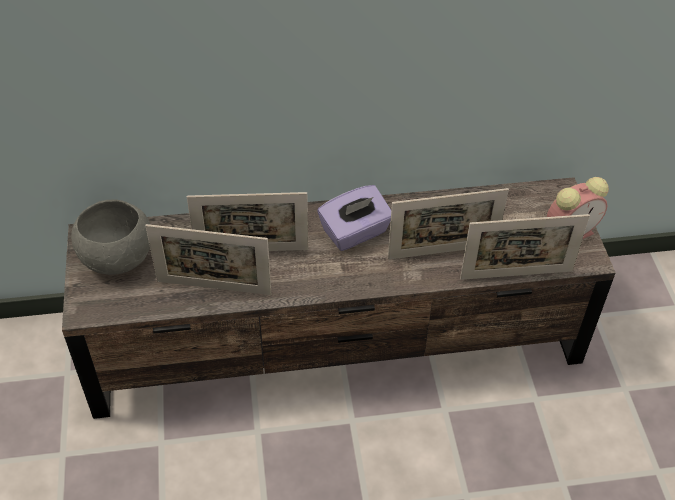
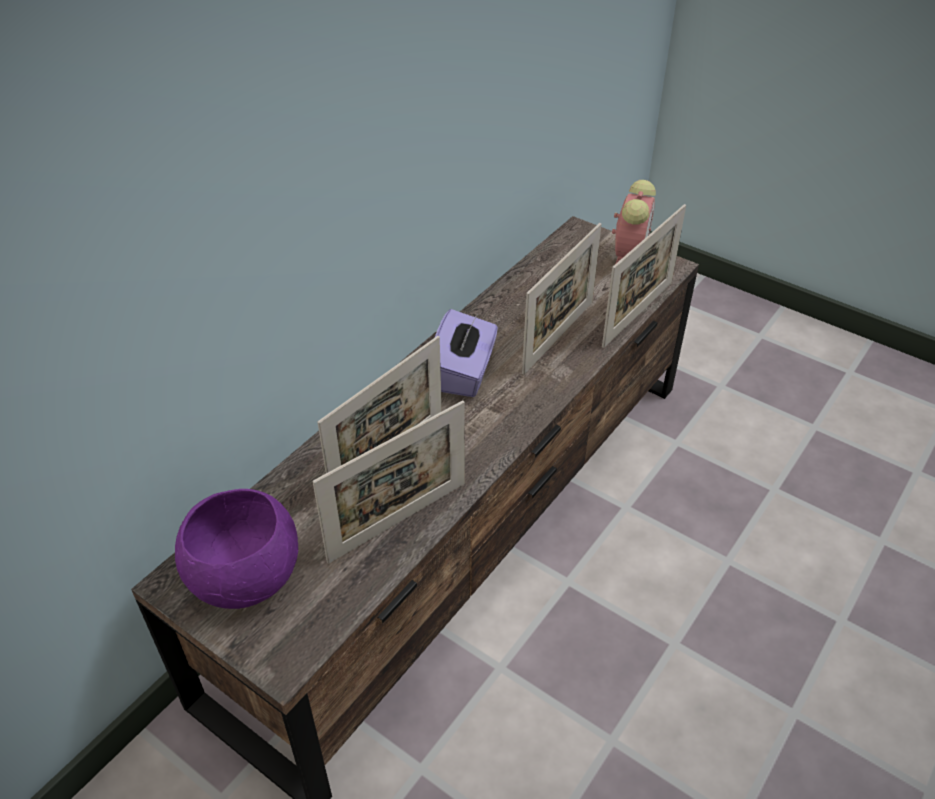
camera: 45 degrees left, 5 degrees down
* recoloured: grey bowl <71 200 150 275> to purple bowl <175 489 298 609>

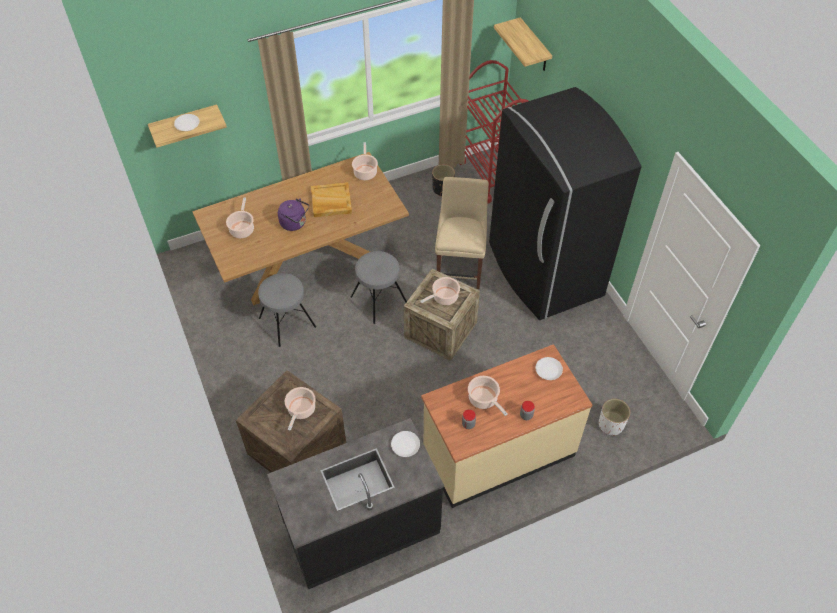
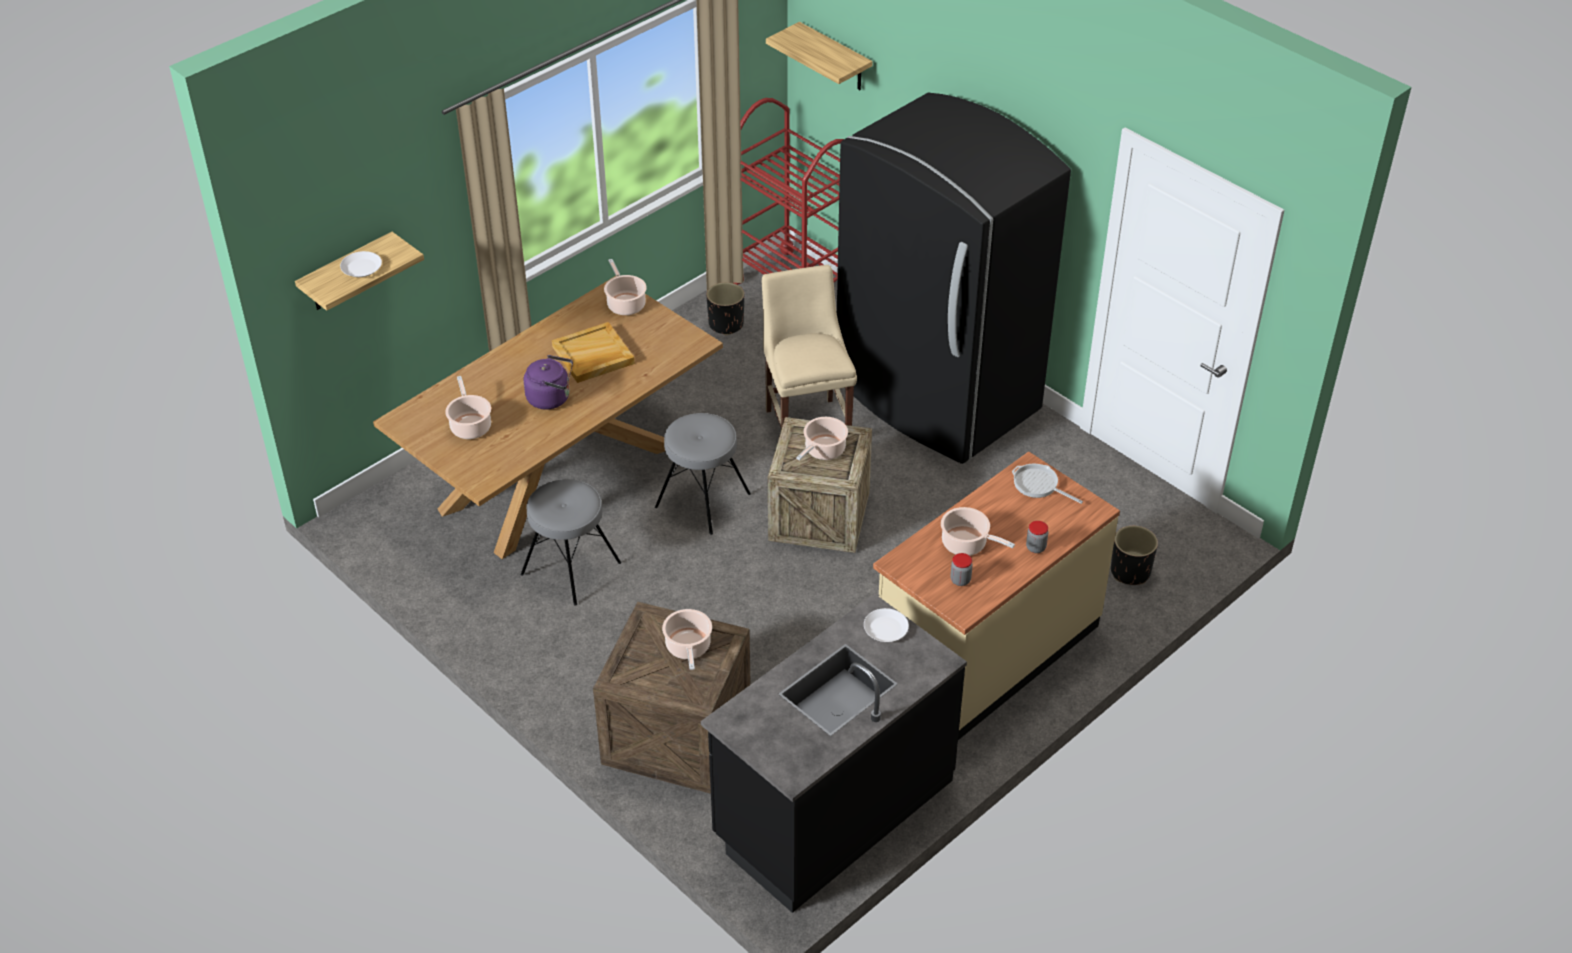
camera: 20 degrees left, 10 degrees down
* replaced: white plate <535 357 563 380> to frying pan <1012 464 1083 504>
* recoloured: white planter <599 399 630 436> to black planter <1111 526 1158 585>

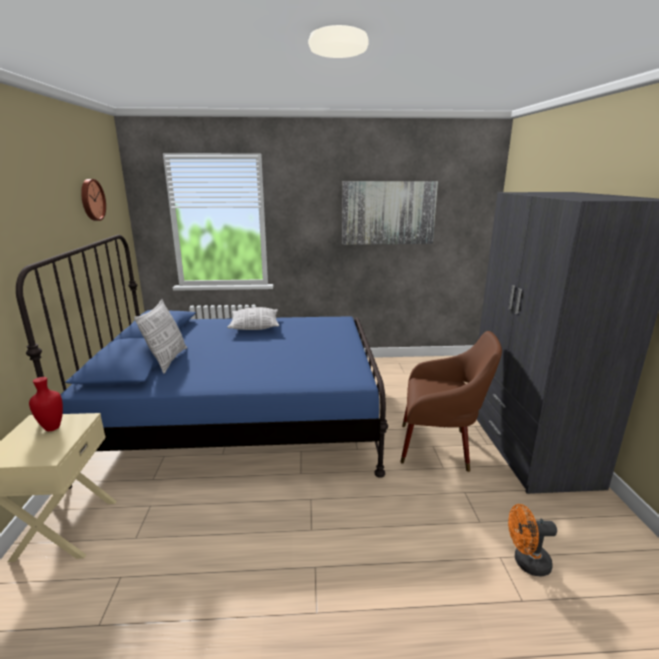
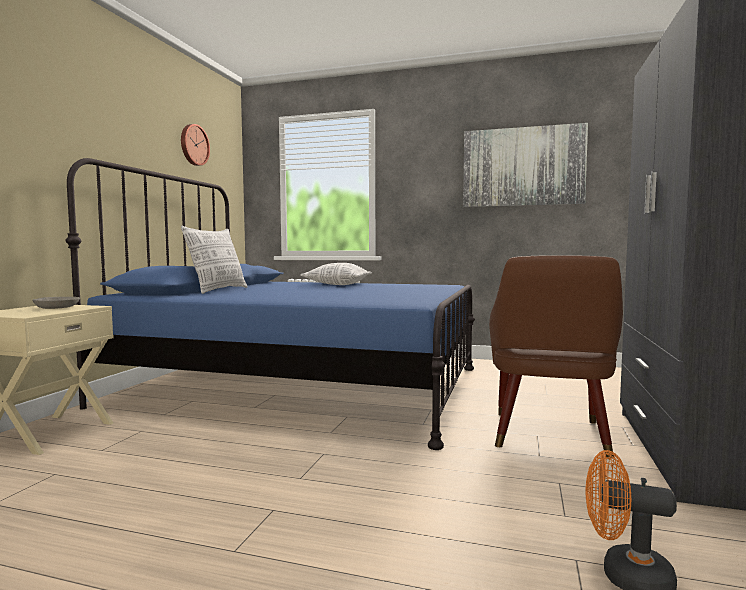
camera: 20 degrees right, 15 degrees down
* replaced: red vase <29 377 63 431> to grey bowl <33 297 80 309>
* turned: brown armchair <400 331 502 472> = <489 255 623 458> 75 degrees clockwise

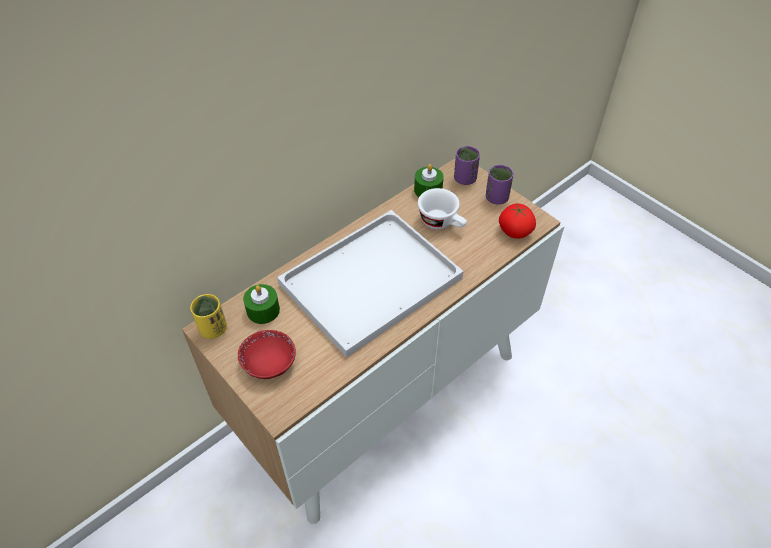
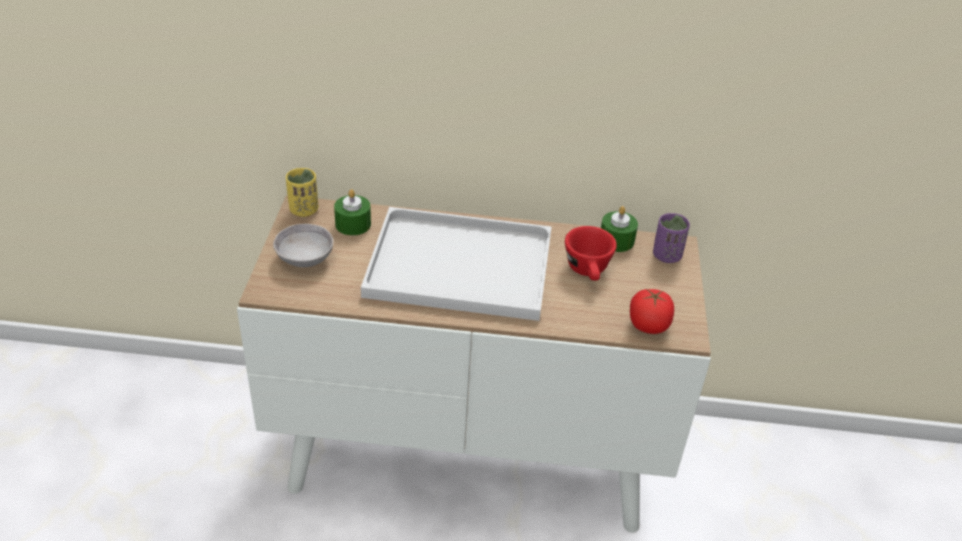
camera: 45 degrees right, 10 degrees down
* recoloured: red bowl <238 330 296 379> to grey bowl <273 224 334 267>
* recoloured: white cup <418 188 467 230> to red cup <565 226 617 281>
* removed: purple cup <486 165 514 205>

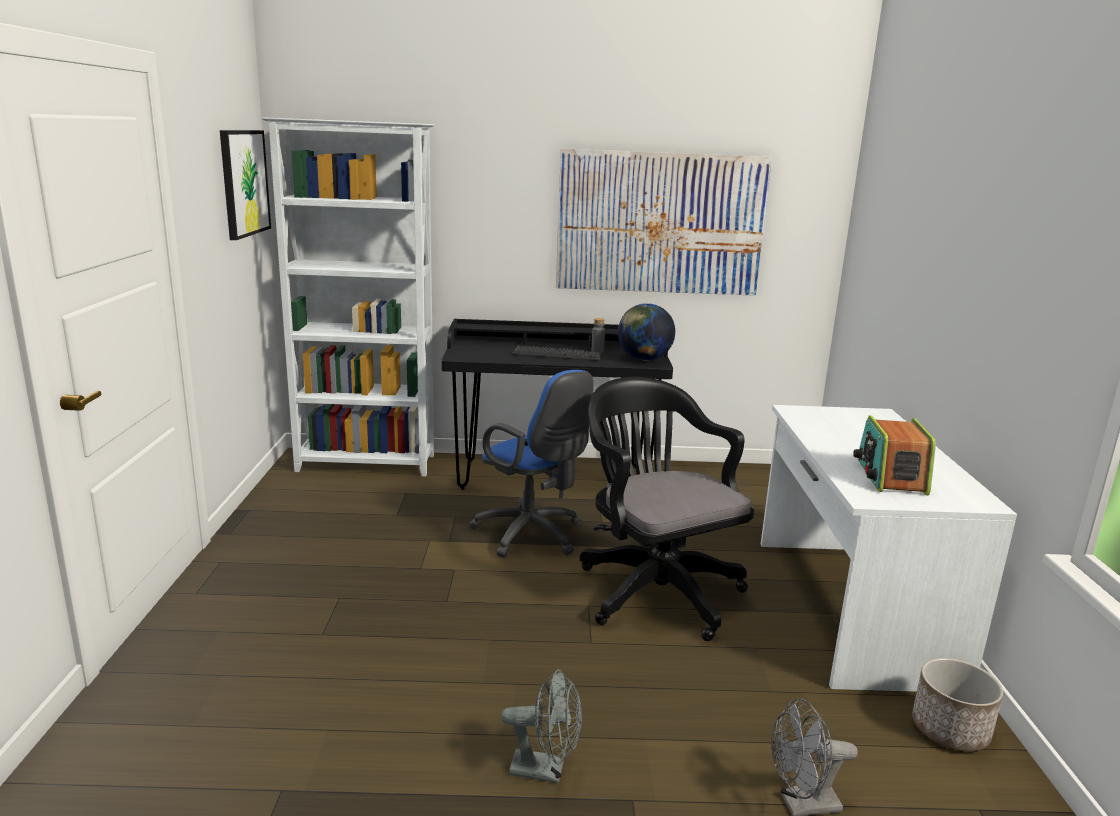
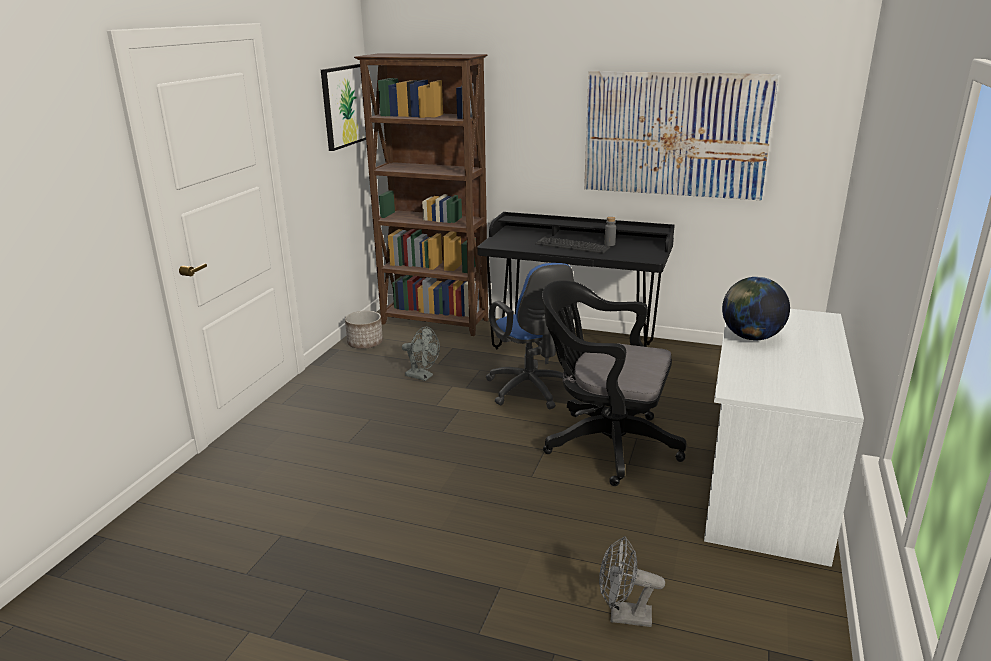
camera: 20 degrees right, 5 degrees up
* moved: planter <912 658 1003 751> to <345 311 383 349>
* recoloured: white bookcase <261 117 435 477> to brown bookcase <354 53 488 336>
* moved: grey fan <501 669 582 783> to <402 327 440 381>
* turned: black office chair <580 377 754 641> = <542 280 687 486> 60 degrees counterclockwise
* moved: globe <618 303 675 360> to <722 277 790 340>
* removed: radio <853 415 936 495>

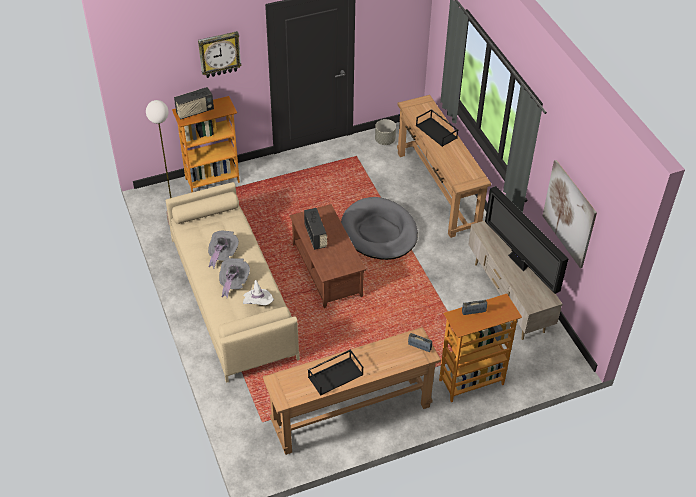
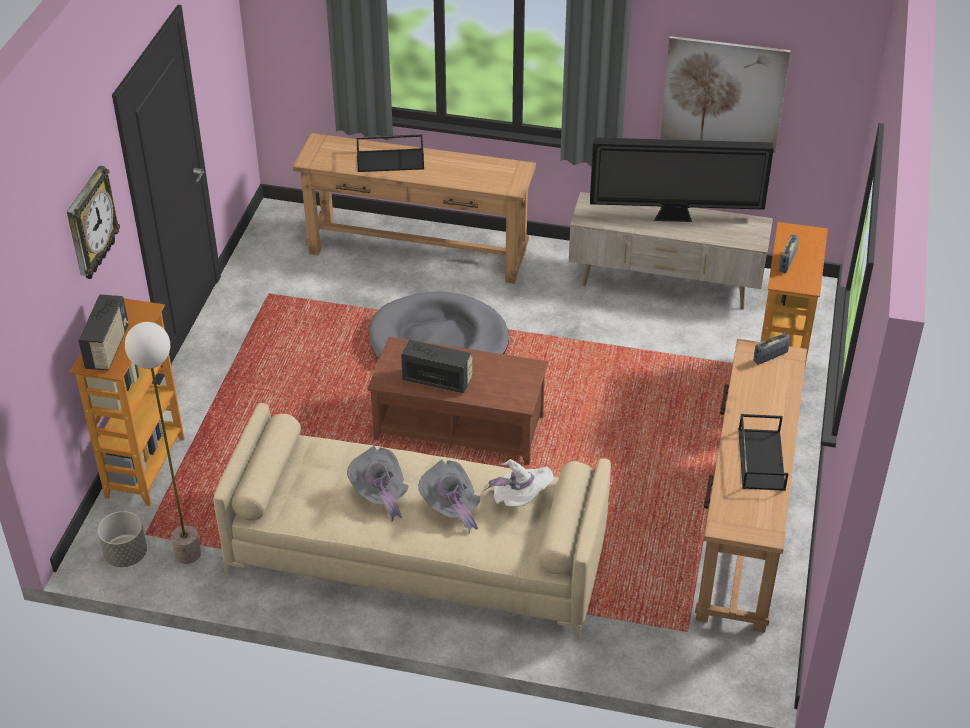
camera: 55 degrees left, 5 degrees down
* moved: grey planter <375 119 396 145> to <98 511 147 567>

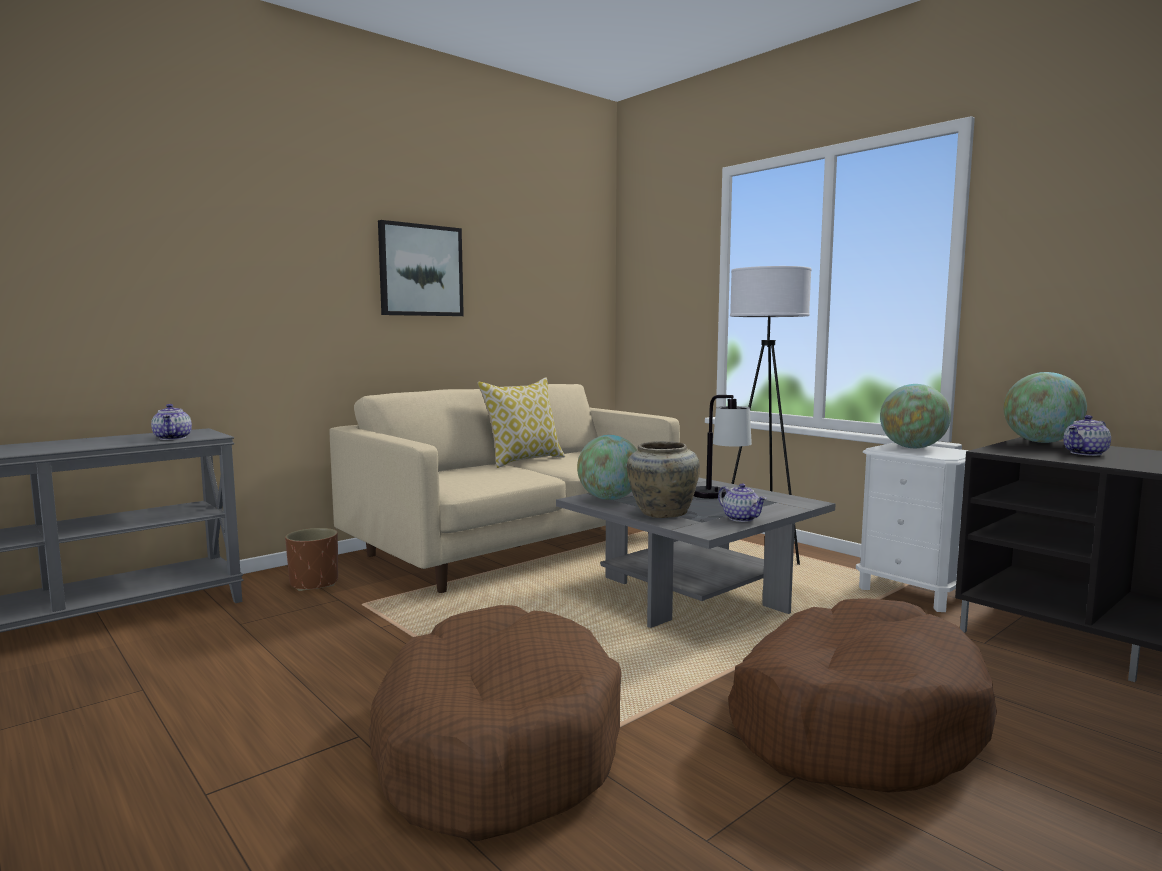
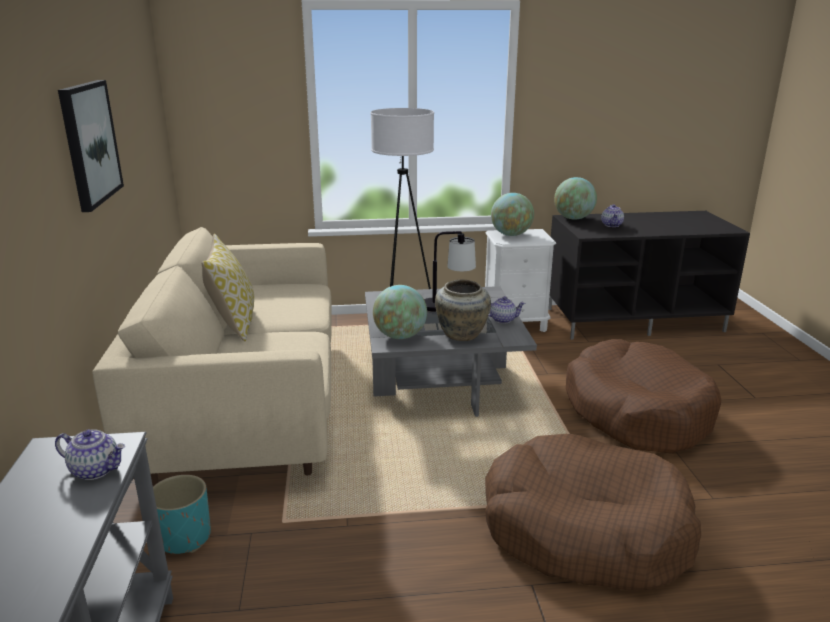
camera: 55 degrees left, 15 degrees up
* recoloured: brown planter <285 528 338 591> to turquoise planter <153 475 211 554>

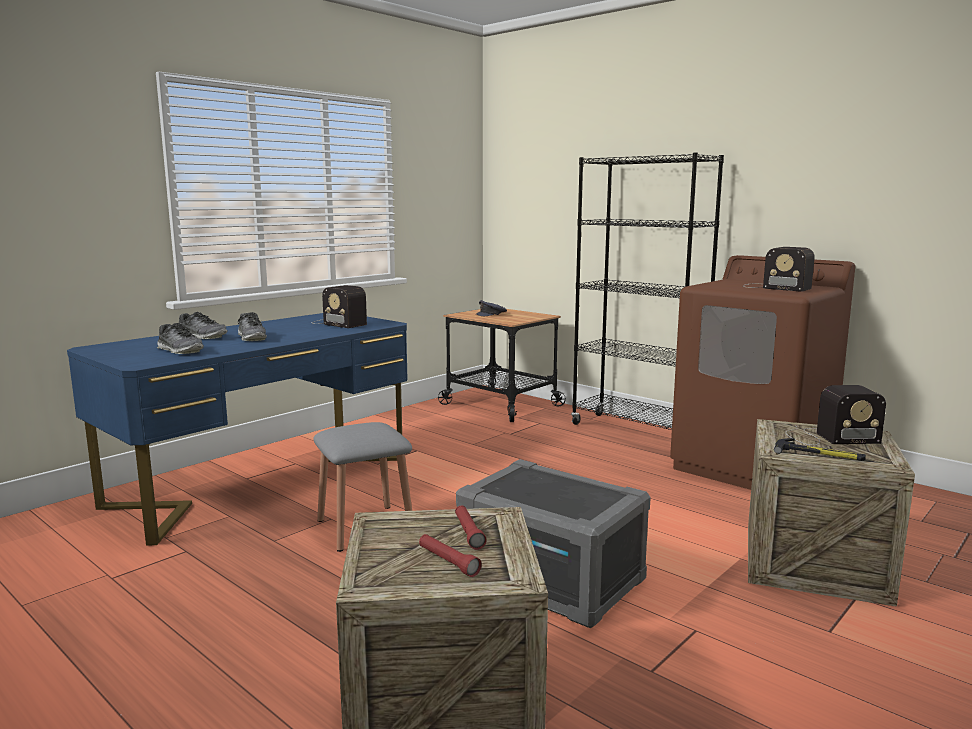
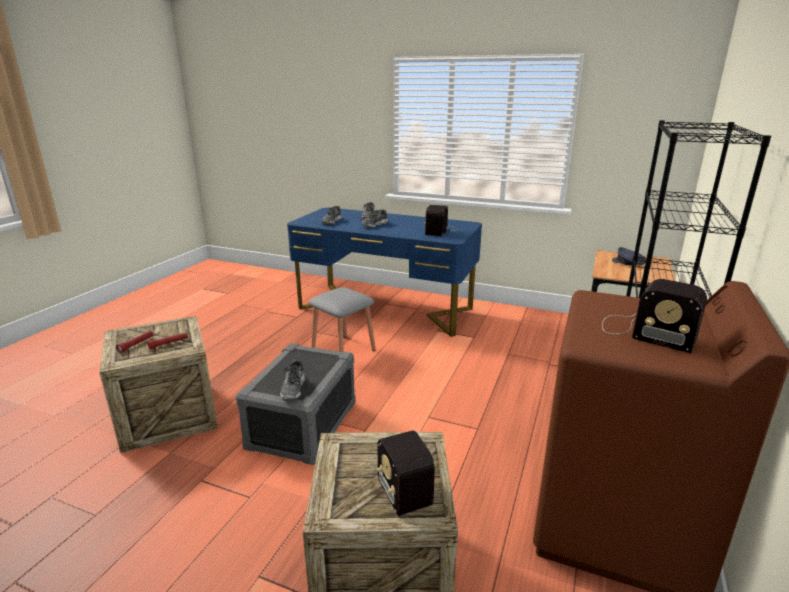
camera: 70 degrees right, 10 degrees up
* added: shoe <280 360 305 399>
* turned: radio <743 247 815 292> = <602 279 707 353> 75 degrees counterclockwise
* removed: hammer <774 438 866 461>

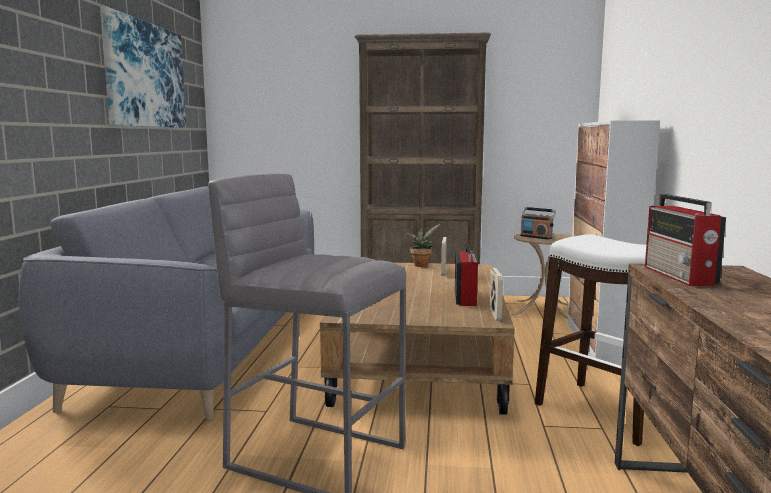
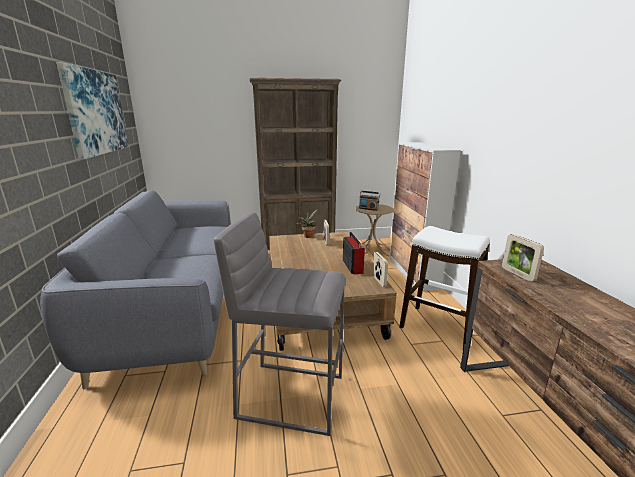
camera: 15 degrees left, 10 degrees up
* replaced: radio <645 194 726 286> to picture frame <502 234 544 282>

